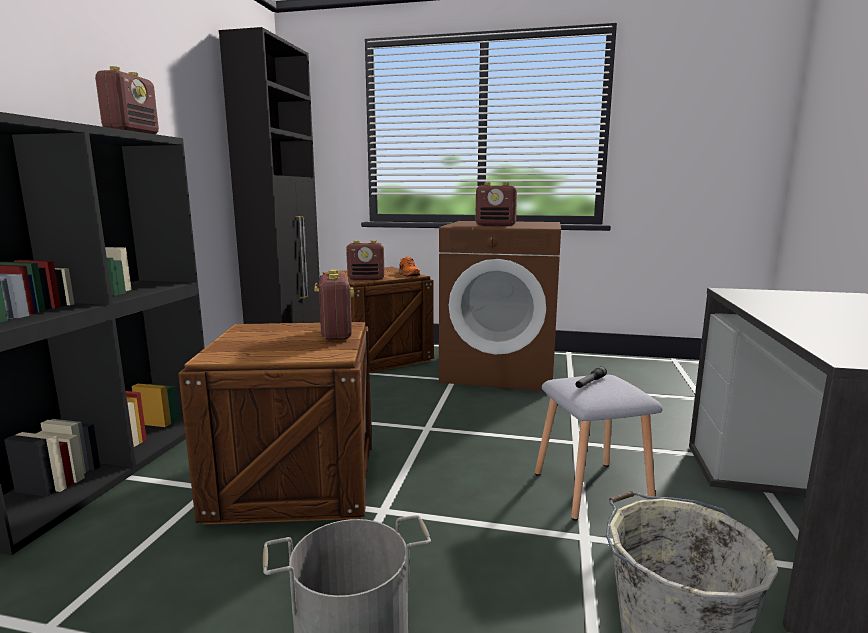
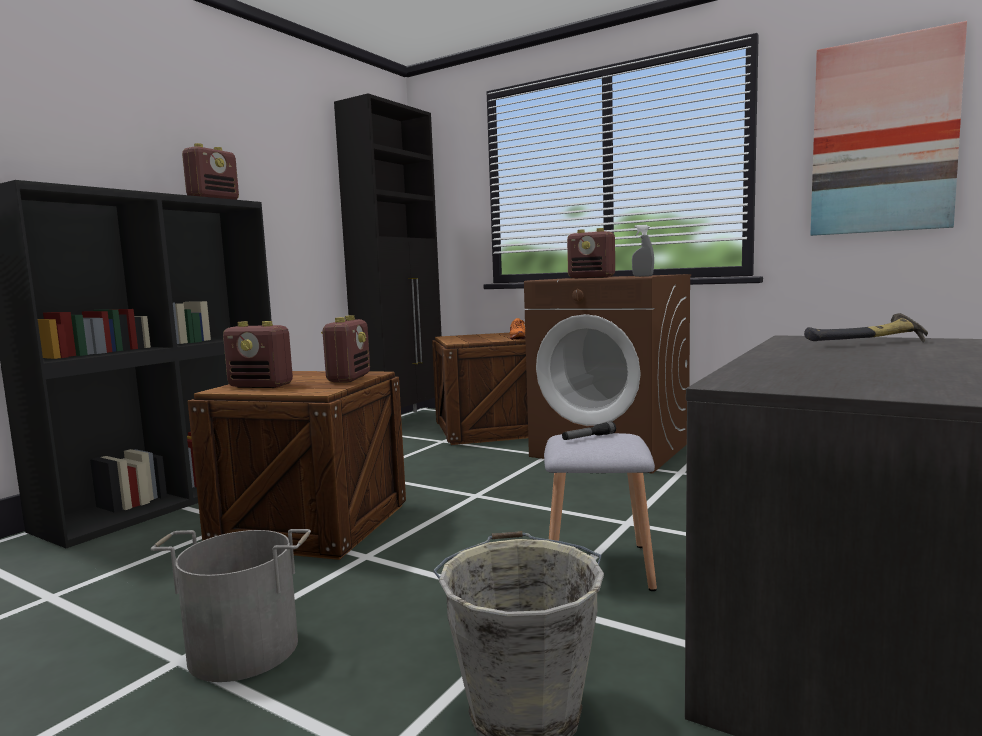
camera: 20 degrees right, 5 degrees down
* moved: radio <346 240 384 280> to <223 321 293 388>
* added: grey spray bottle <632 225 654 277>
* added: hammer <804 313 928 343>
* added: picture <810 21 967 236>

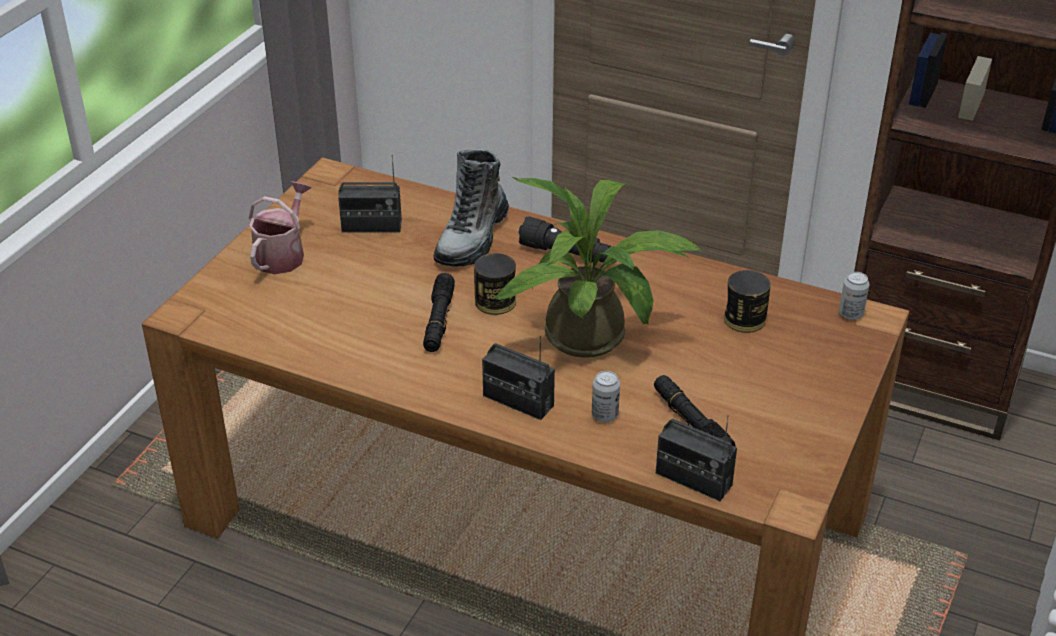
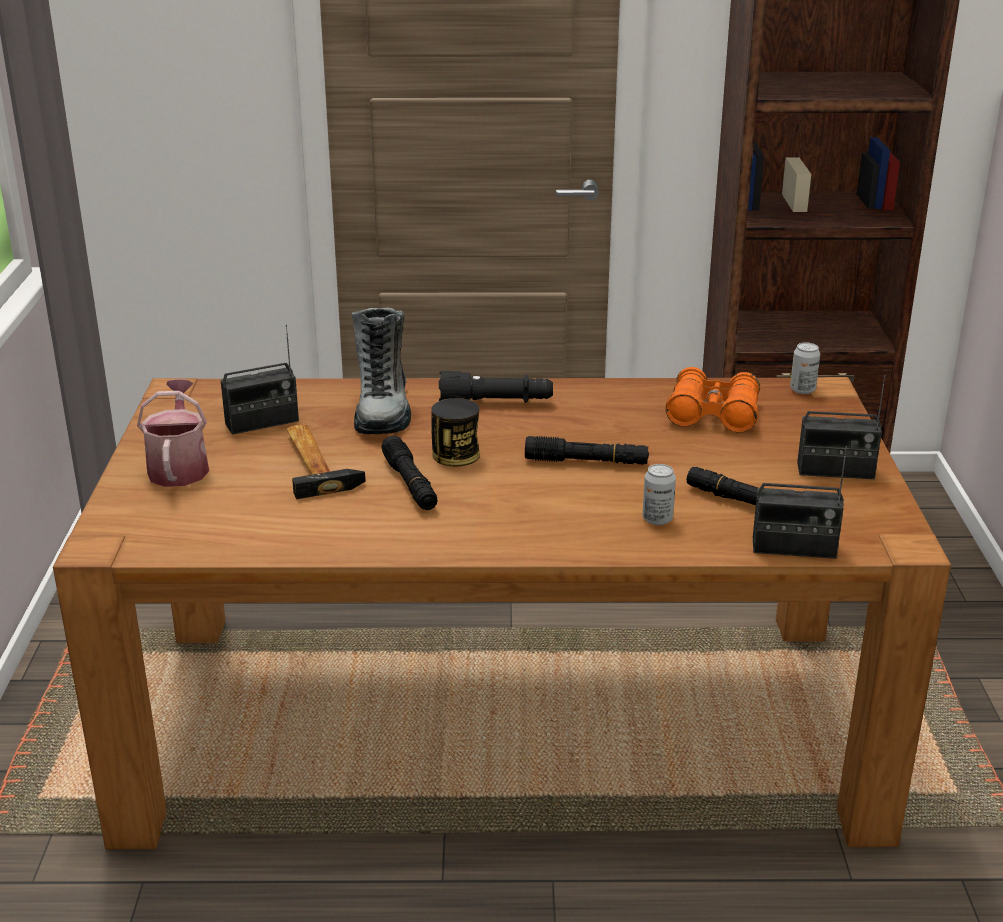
camera: 25 degrees left, 10 degrees down
* added: hammer <286 425 366 499>
* replaced: potted plant <493 177 702 358> to black flashlight <525 436 649 464>
* replaced: can <724 270 771 333> to orange binoculars <665 367 760 433>
* moved: radio <482 335 555 420> to <797 375 885 479>

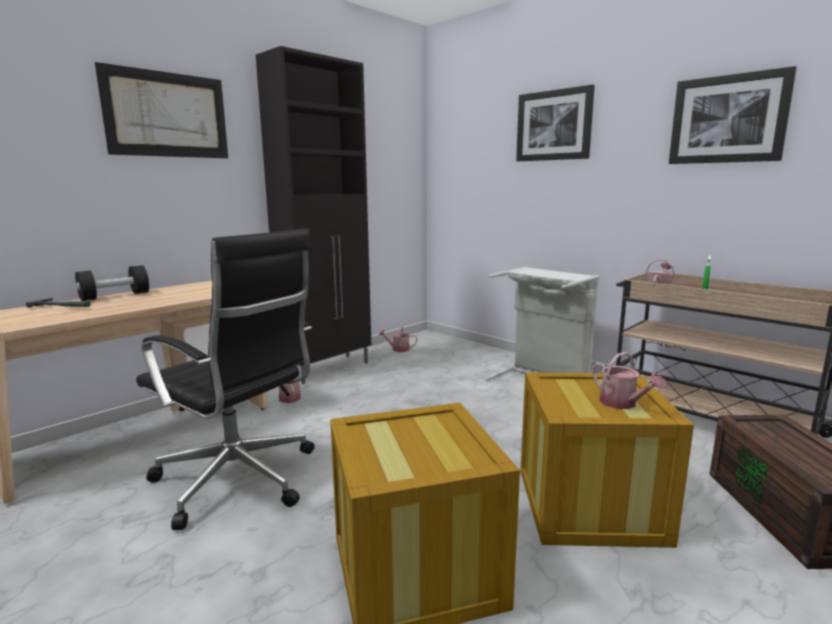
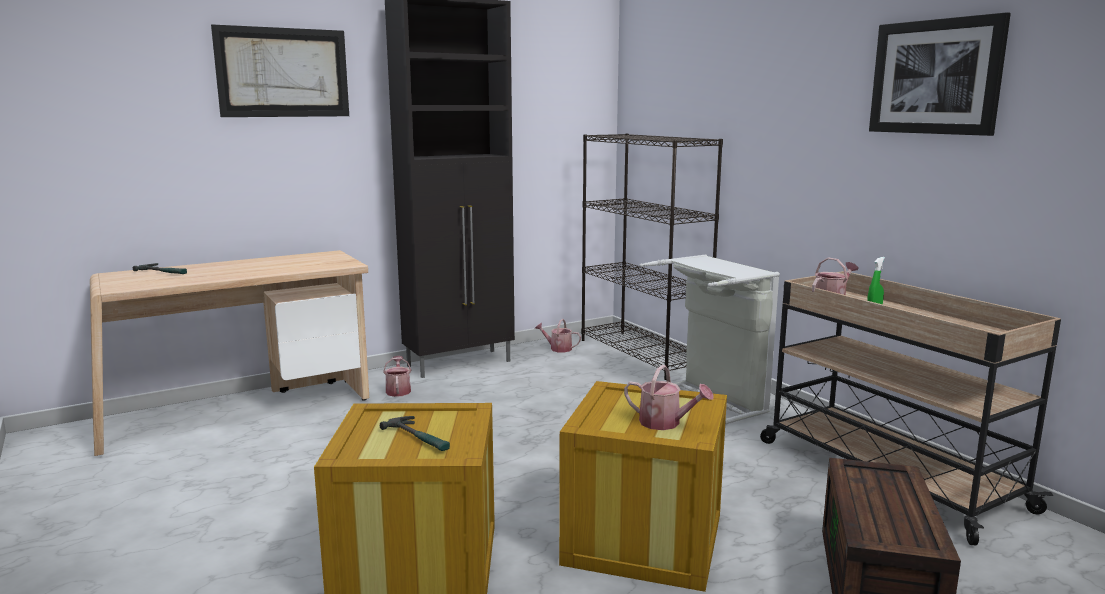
camera: 15 degrees right, 0 degrees up
* added: hammer <380 416 450 451>
* added: black bookcase <581 134 723 380>
* turned: watering can <592 352 666 409> = <624 365 714 430> 45 degrees counterclockwise
* removed: black dumbbell <75 265 149 301>
* removed: black office chair <136 228 315 530>
* removed: picture <516 84 595 161>

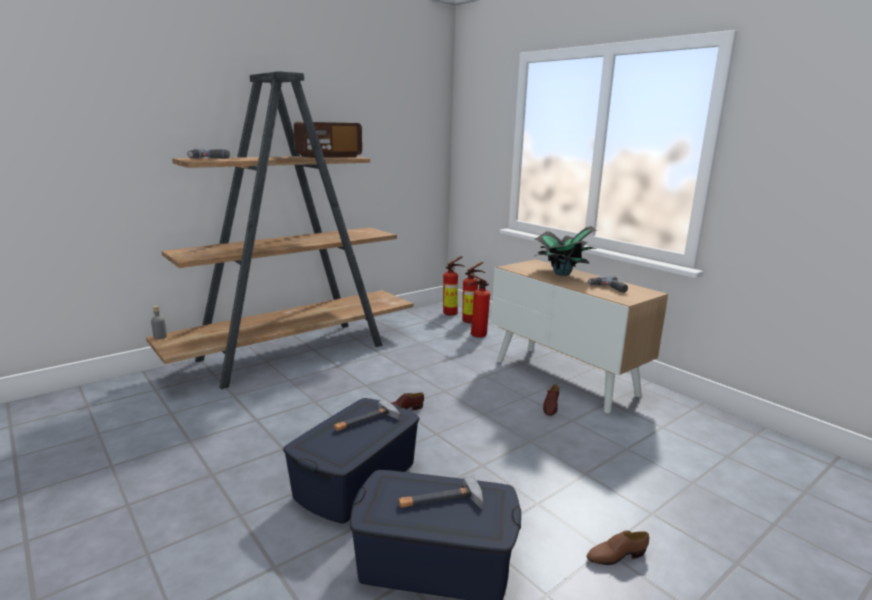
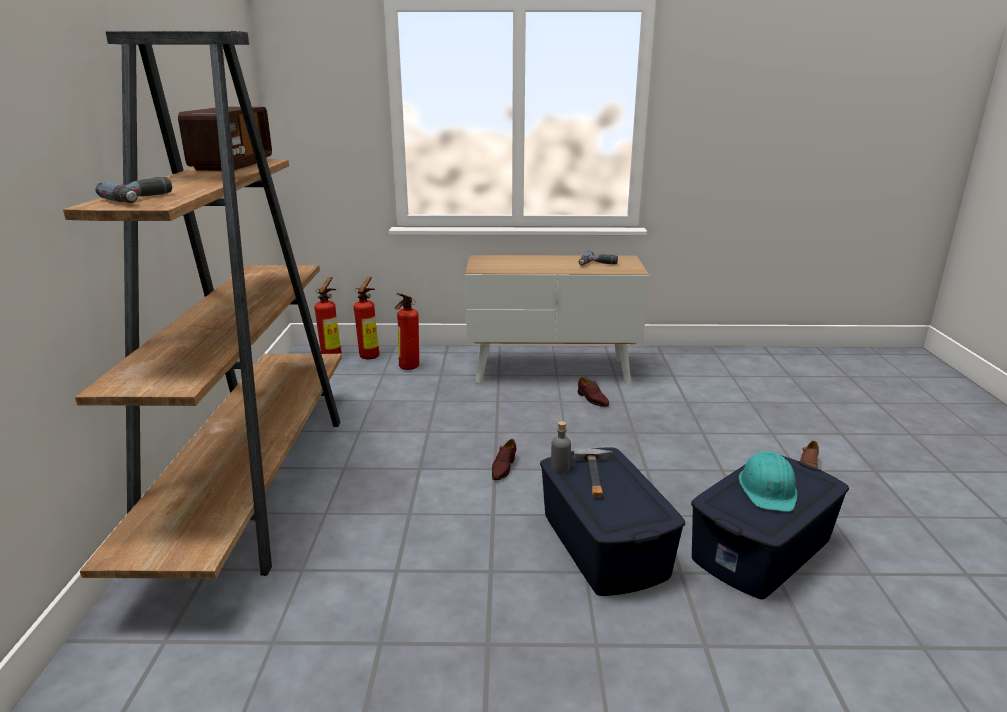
camera: 50 degrees left, 5 degrees up
* moved: grey bottle <151 306 167 339> to <551 421 571 473>
* replaced: hammer <399 476 483 509> to turquoise hard hat <739 451 797 512>
* removed: potted plant <534 226 597 276>

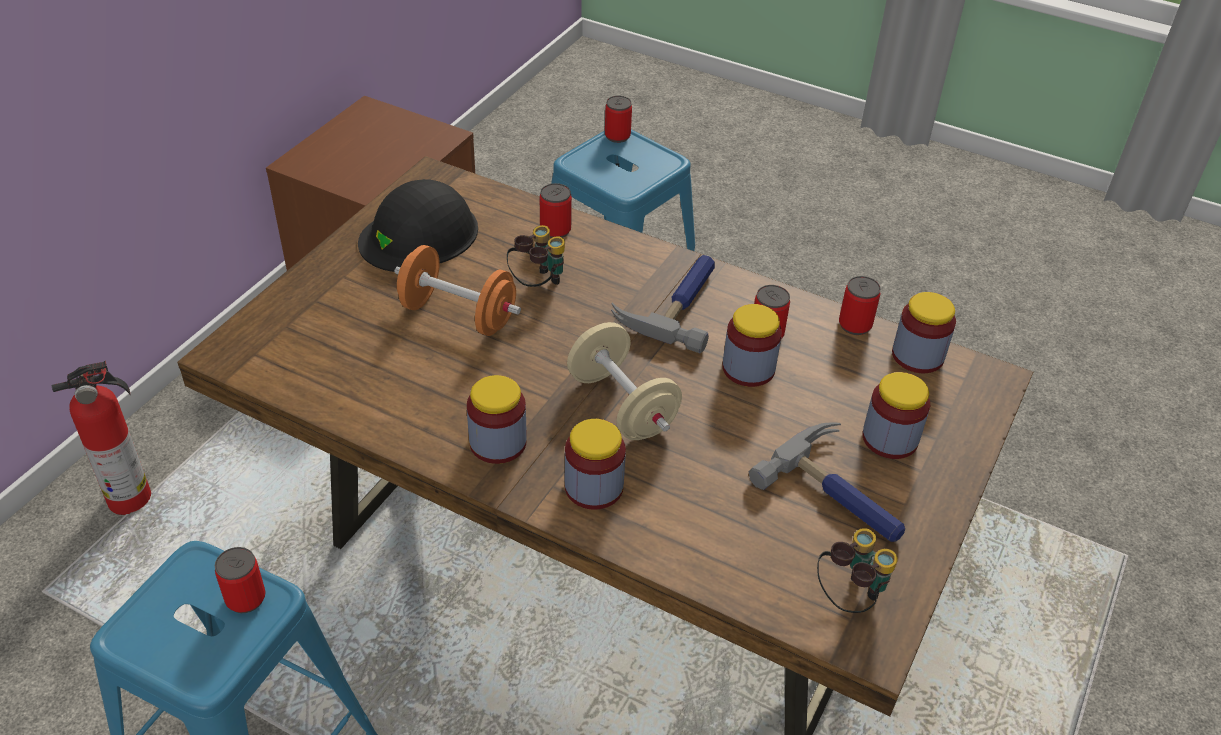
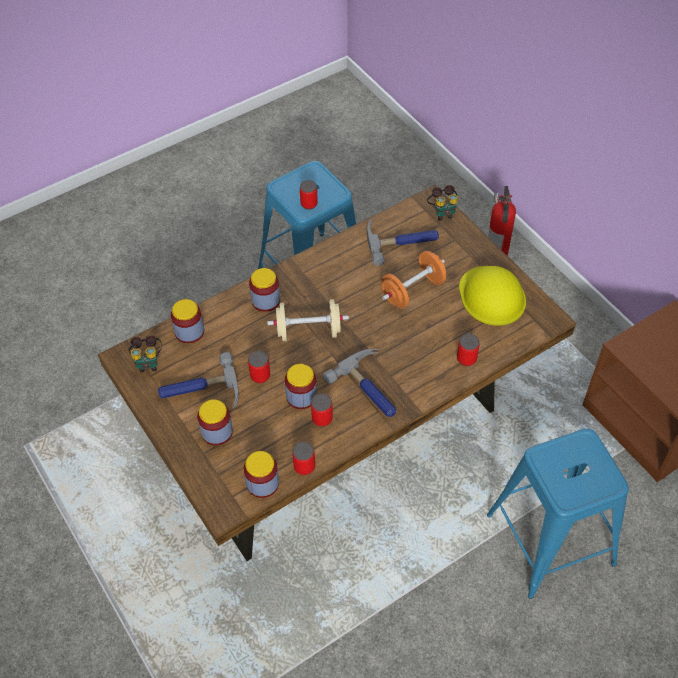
camera: 120 degrees right, 10 degrees up
* moved: jar <467 375 527 464> to <171 299 204 343>
* moved: can <605 96 632 143> to <248 351 270 383>
* added: hammer <367 218 439 266>
* moved: binoculars <507 225 565 287> to <427 185 458 221>
* recoloured: black hard hat <358 179 478 272> to yellow hard hat <459 266 526 326>

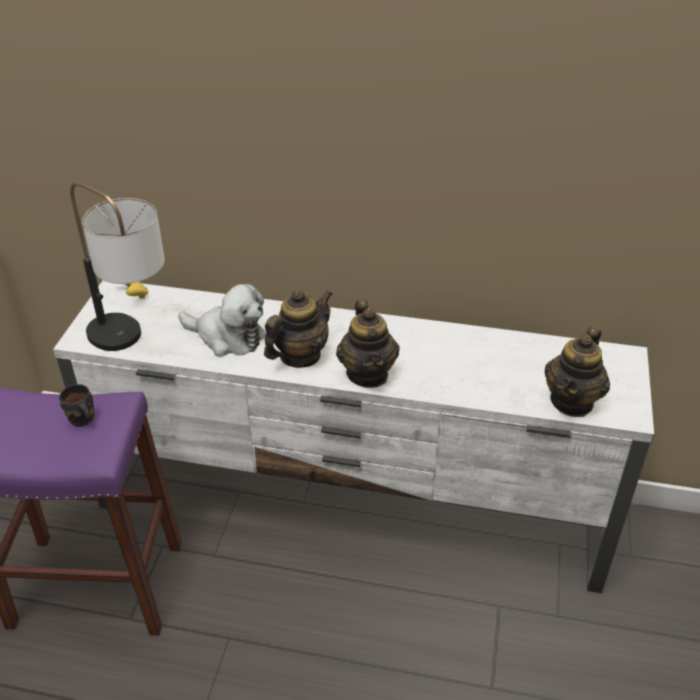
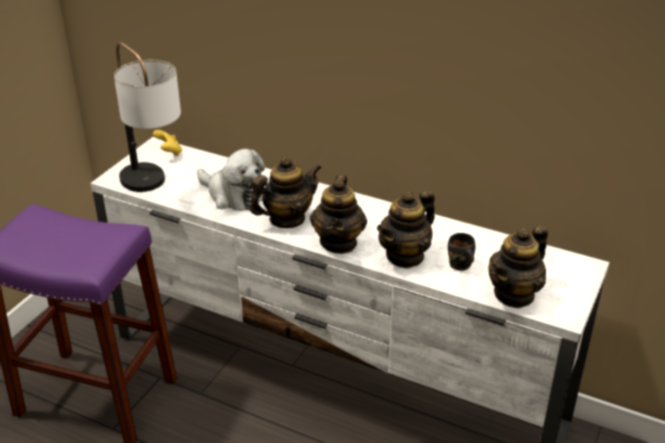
camera: 15 degrees right, 5 degrees down
* added: teapot <377 190 435 269>
* moved: black mug <59 384 94 427> to <448 233 475 271>

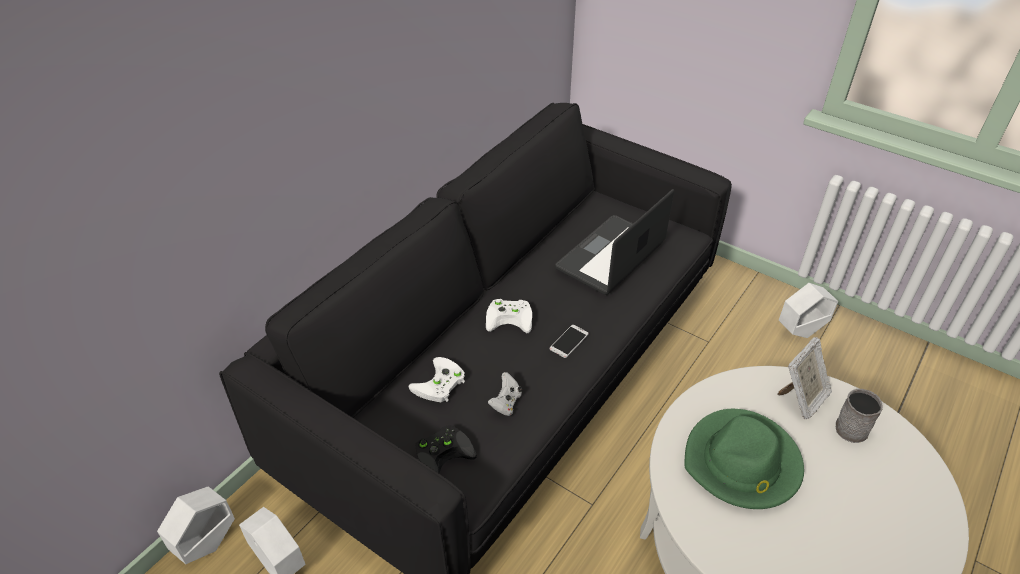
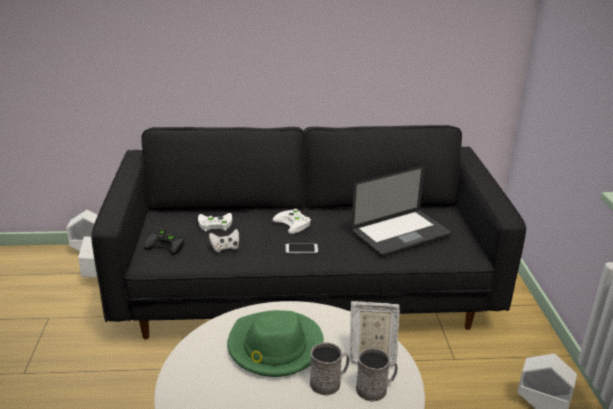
camera: 50 degrees right, 15 degrees down
* added: grey mug <310 342 349 396>
* turned: laptop <555 189 674 295> = <351 166 451 257> 150 degrees clockwise

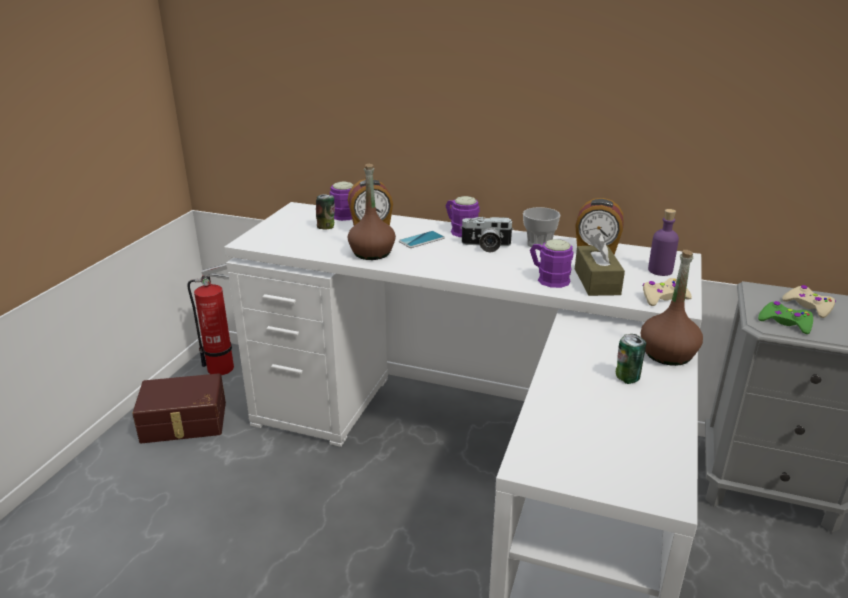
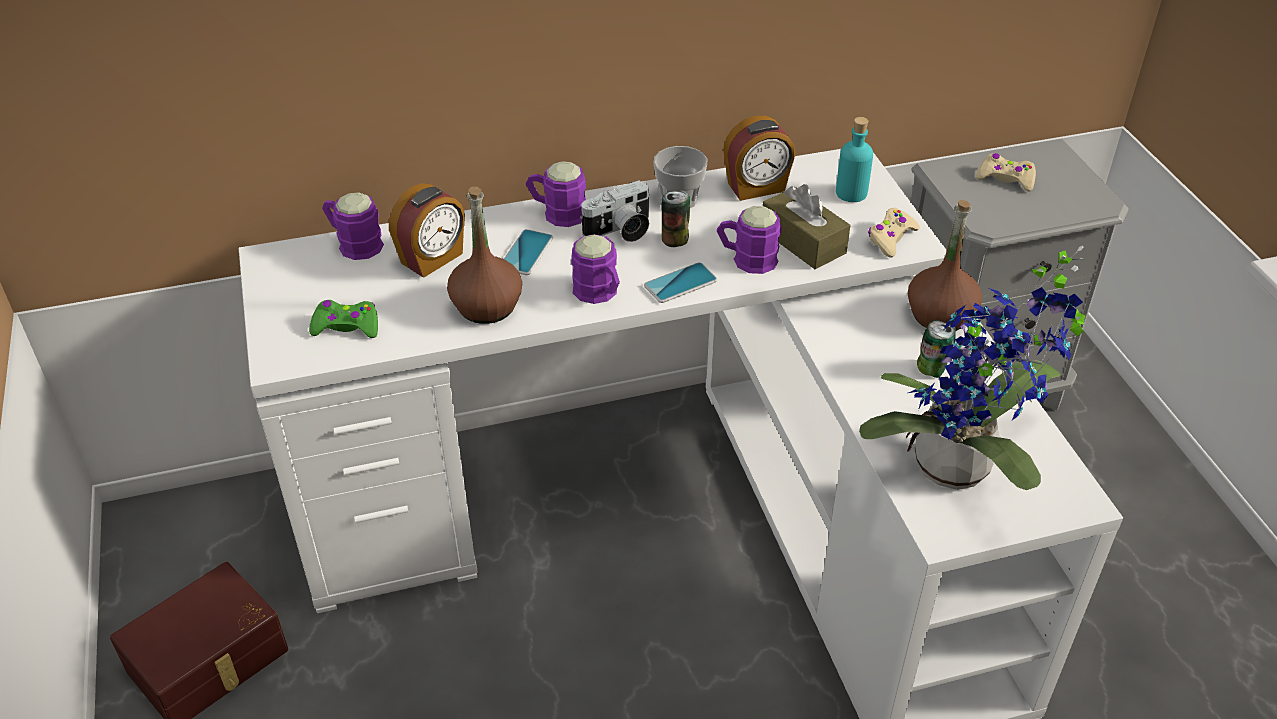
camera: 35 degrees left, 15 degrees up
* moved: green game controller <758 301 813 334> to <309 300 378 338>
* added: purple mug <571 234 620 304>
* added: phone <644 262 718 303>
* moved: can <316 194 335 230> to <661 191 690 247>
* recoloured: purple bottle <648 209 679 276> to turquoise bottle <836 117 873 202>
* added: potted plant <859 245 1085 490>
* removed: fire extinguisher <187 264 234 375>

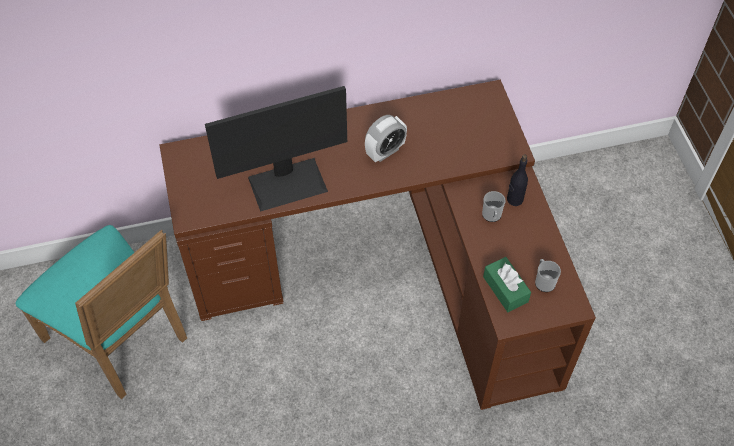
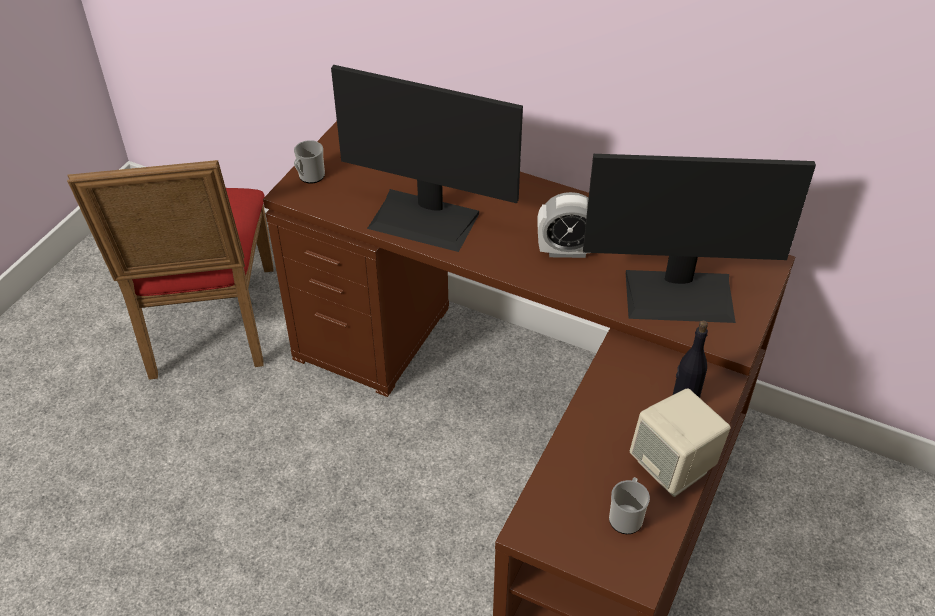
camera: 40 degrees right, 10 degrees down
* recoloured: turquoise chair <15 225 187 399> to red chair <67 160 274 380>
* moved: mug <482 191 505 222> to <294 140 325 184>
* added: monitor <583 154 816 323>
* added: beige speaker <630 388 730 497>
* removed: green tissue box <483 257 531 312>

